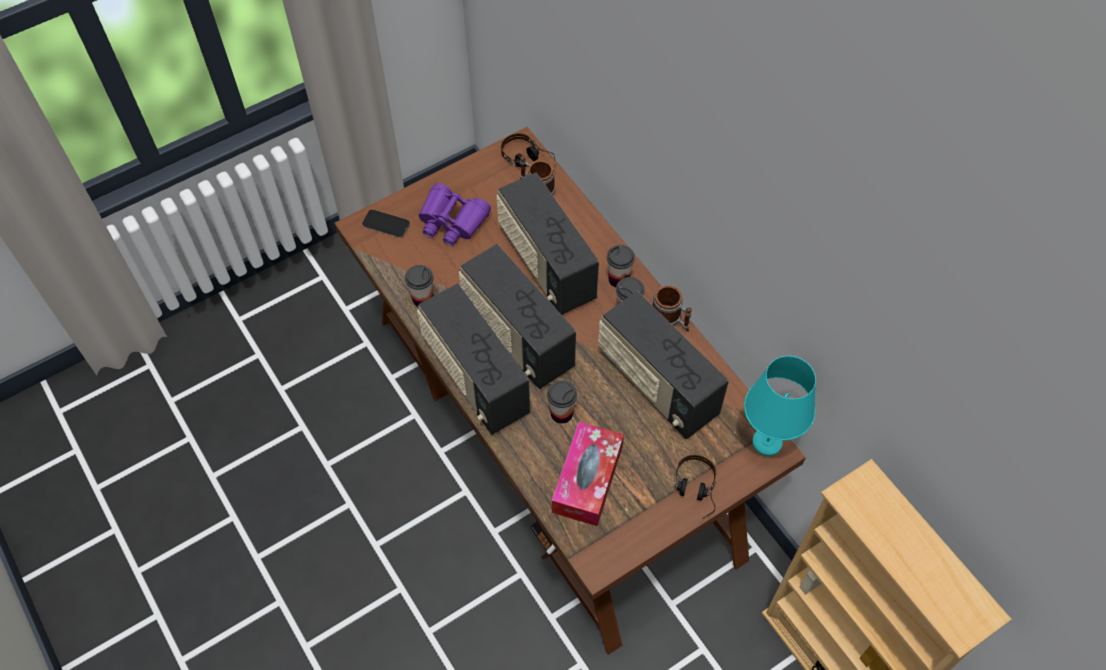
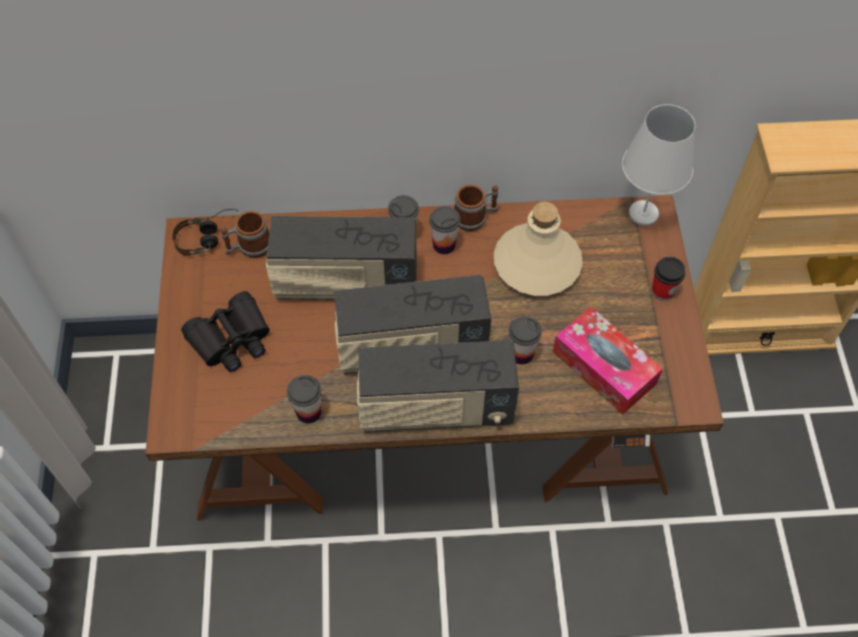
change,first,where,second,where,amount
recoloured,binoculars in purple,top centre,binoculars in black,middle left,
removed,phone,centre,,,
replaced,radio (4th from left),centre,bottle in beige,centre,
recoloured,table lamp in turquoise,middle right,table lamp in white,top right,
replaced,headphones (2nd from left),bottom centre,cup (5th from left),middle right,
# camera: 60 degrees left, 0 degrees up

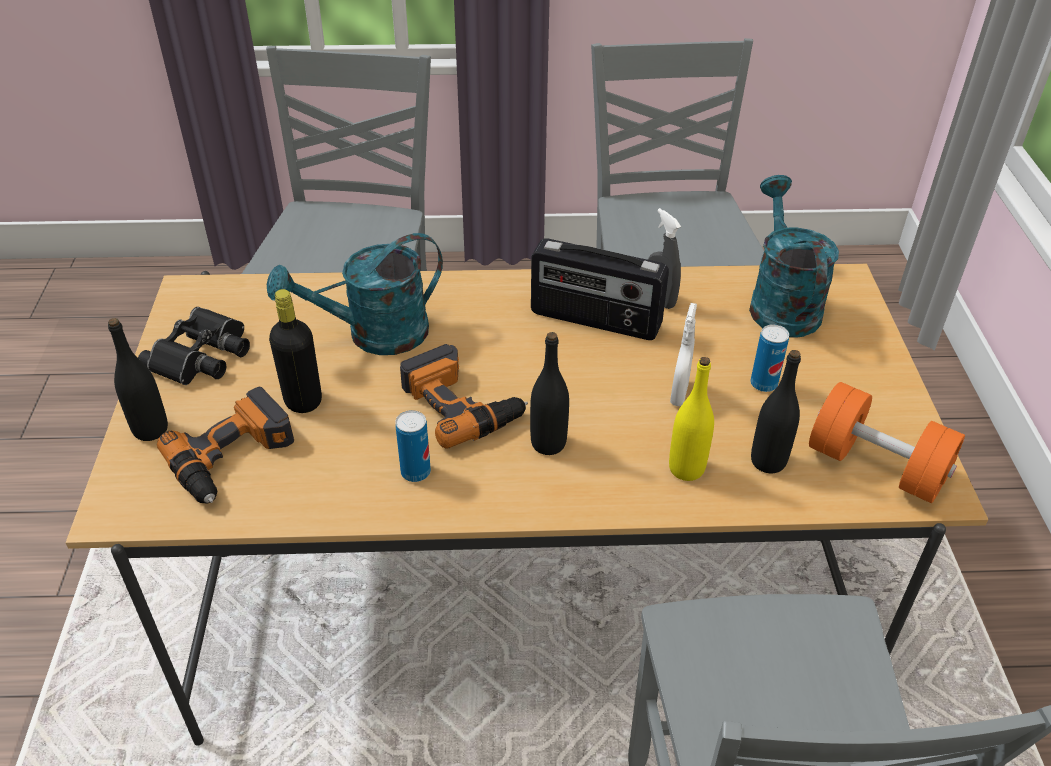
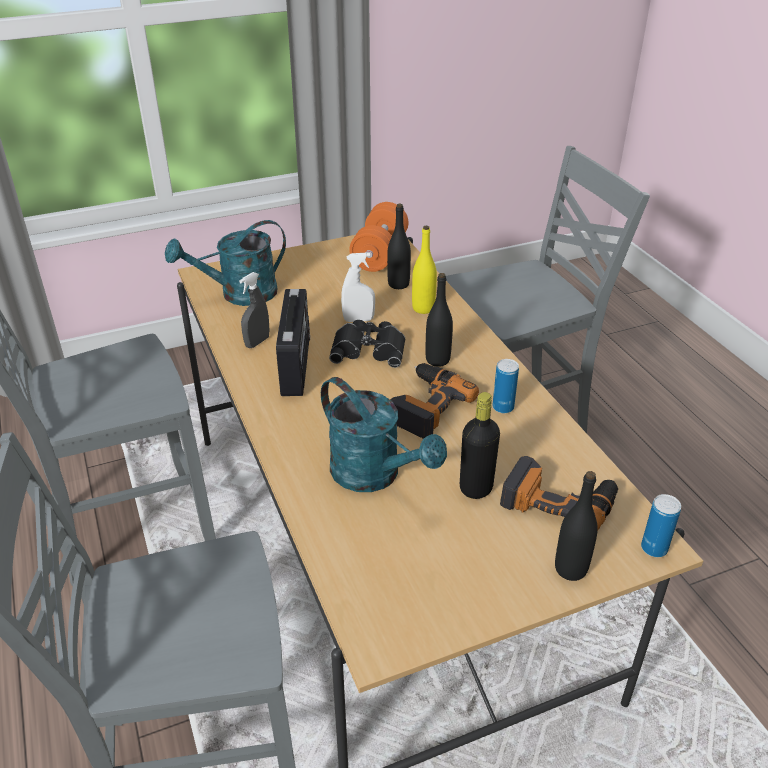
change,first,where,second,where,amount
moved,binoculars in black,middle left,,centre,
moved,can (2nd from left),middle right,,bottom right,
# camera: 110 degrees left, 5 degrees down

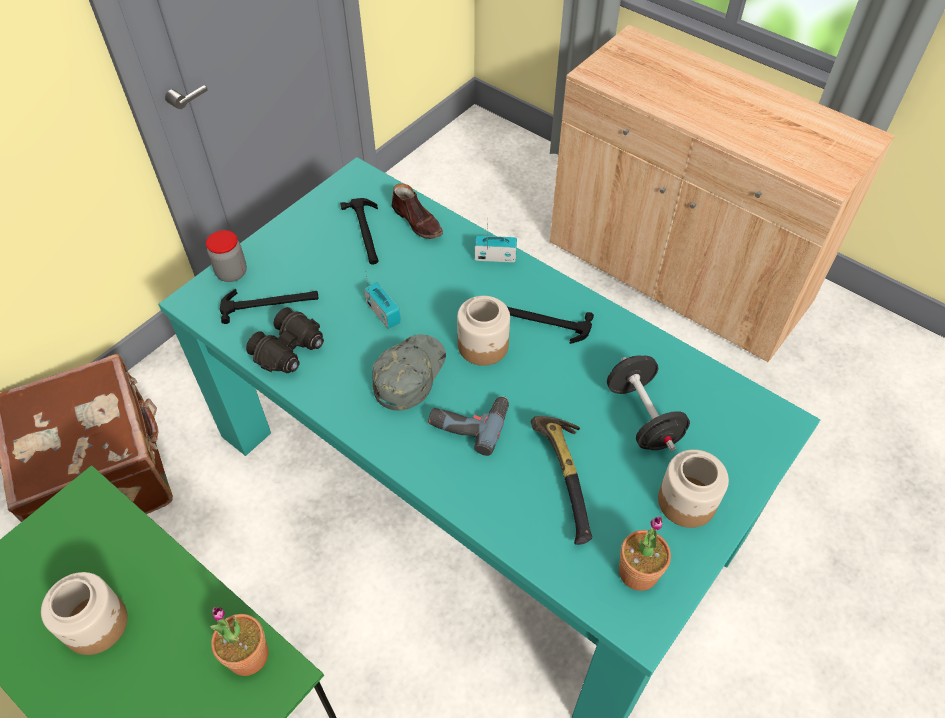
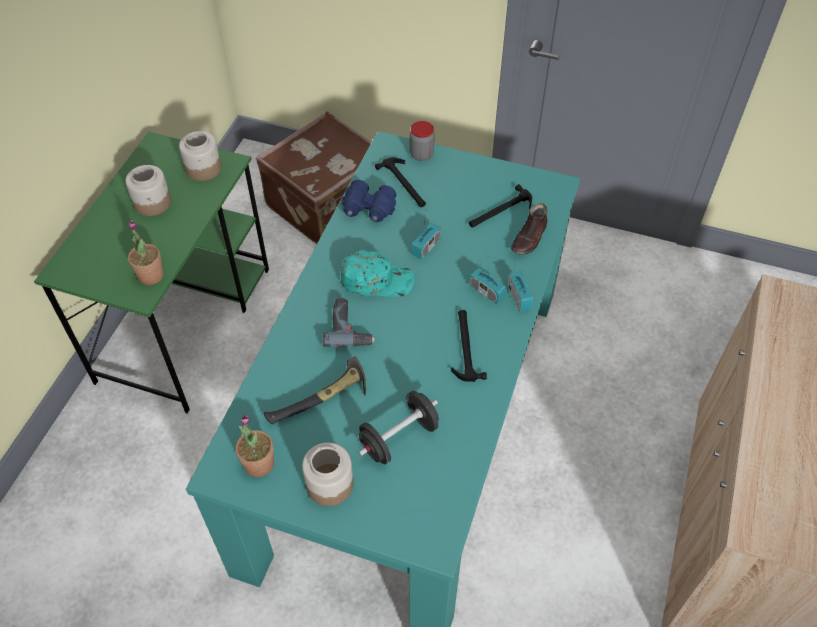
change,first,where,second,where,amount
moved,jar (3rd from left in the first image),centre,jar (2nd from left),top left,
recoloured,binoculars in black,middle left,binoculars in blue,top centre,
recoloured,cap in grey,centre,cap in turquoise,centre,
added,,,radio (2nd from left),centre,
# camera: 70 degrees right, 0 degrees up

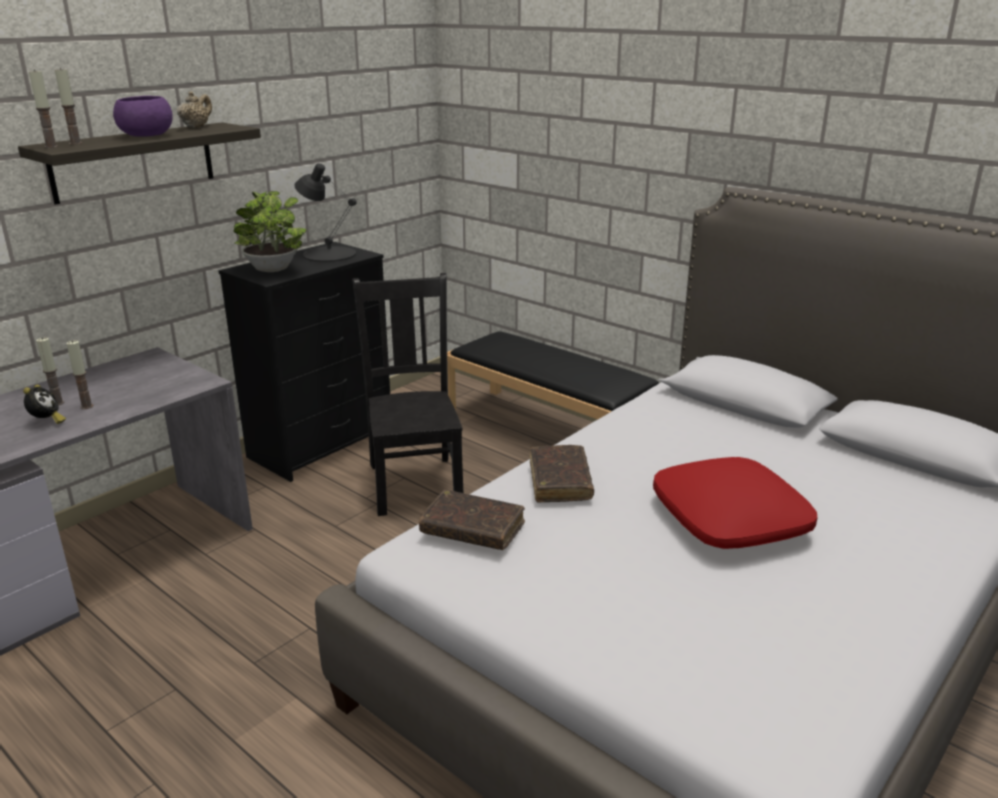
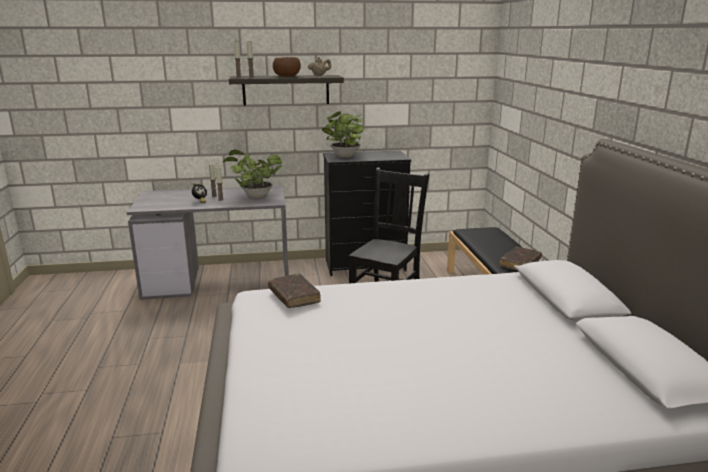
change,first,where,second,where,amount
recoloured,bowl in purple,top left,bowl in brown,top centre,
removed,table lamp in black,top left,,,
moved,book in brown (2nd from left),centre,,middle right,
removed,pillow in red,middle right,,,
added,,,potted plant (1st from left),centre,
# camera: 40 degrees right, 5 degrees down

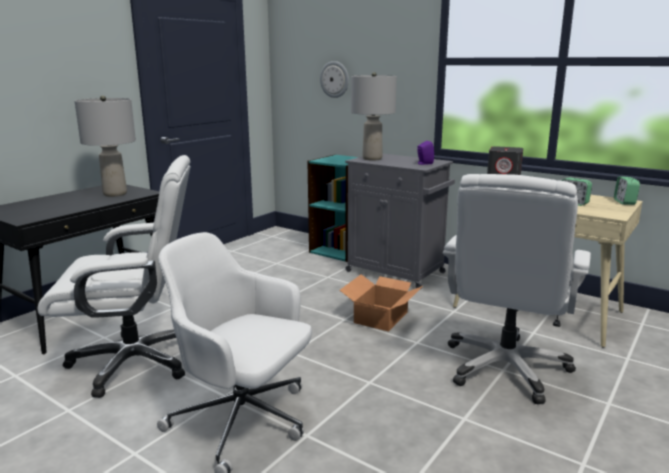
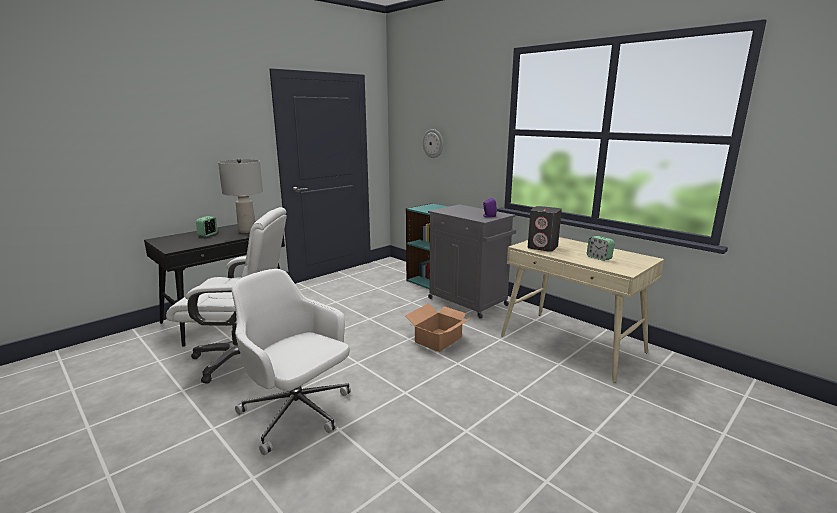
change,first,where,second,where,amount
removed,table lamp in grey (2nd from left),top centre,,,
removed,office chair in white (3rd from left),middle right,,,
moved,alarm clock (2nd from left in the first image),middle right,alarm clock (1st from left),middle left,
# camera: 10 degrees right, 0 degrees up

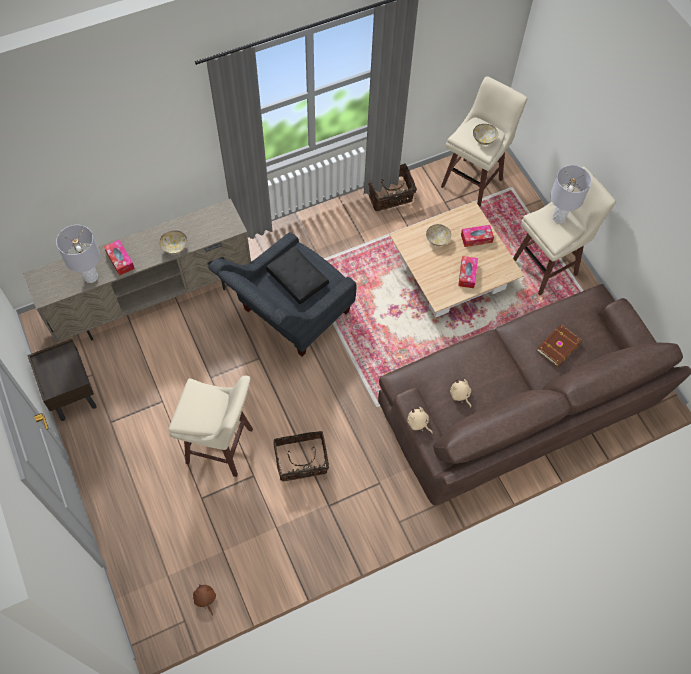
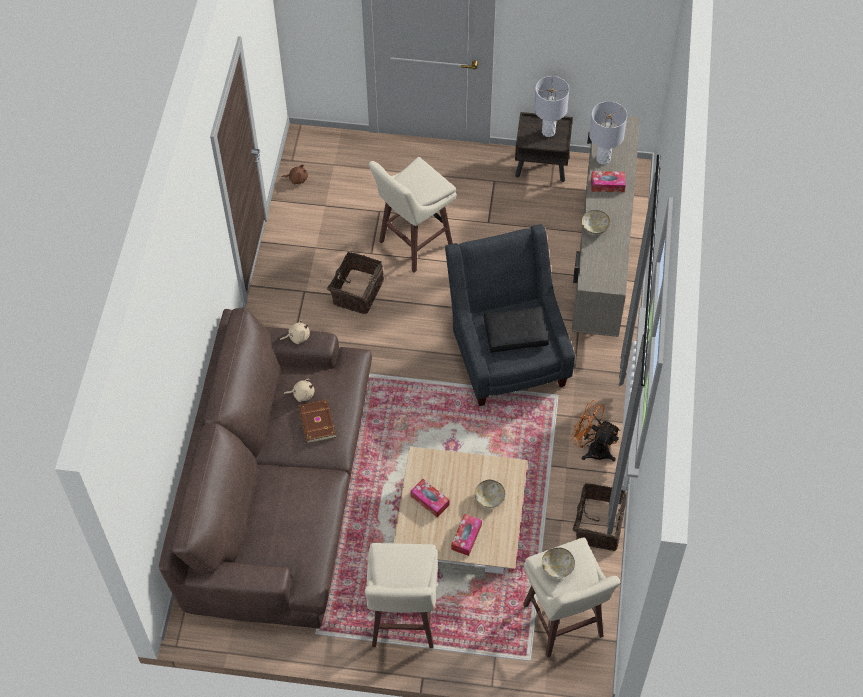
change,first,where,second,where,amount
moved,table lamp in grey (2nd from left in the first image),top right,table lamp in grey (1st from left),top centre,
moved,book in brown,middle right,,centre,
added,,,fan in orange,middle right,
# camera: 125 degrees right, 5 degrees down

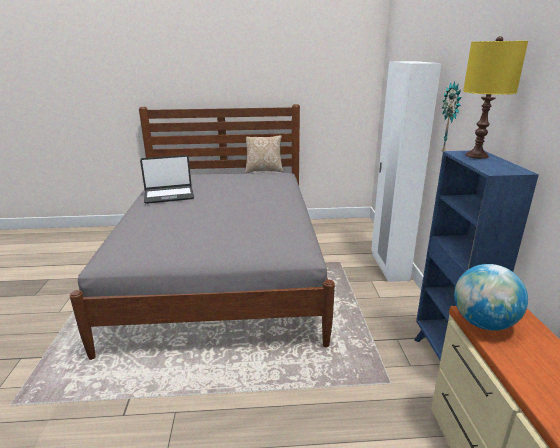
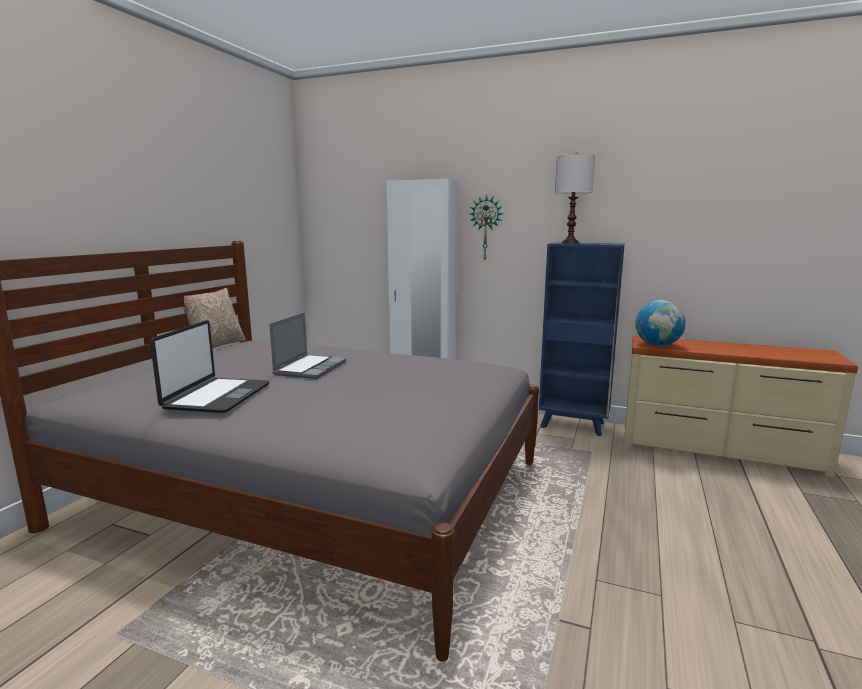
change,first,where,second,where,amount
recoloured,table lamp in yellow,top right,table lamp in white,top right,
added,,,laptop (2nd from left),centre,
# camera: 65 degrees left, 10 degrees down

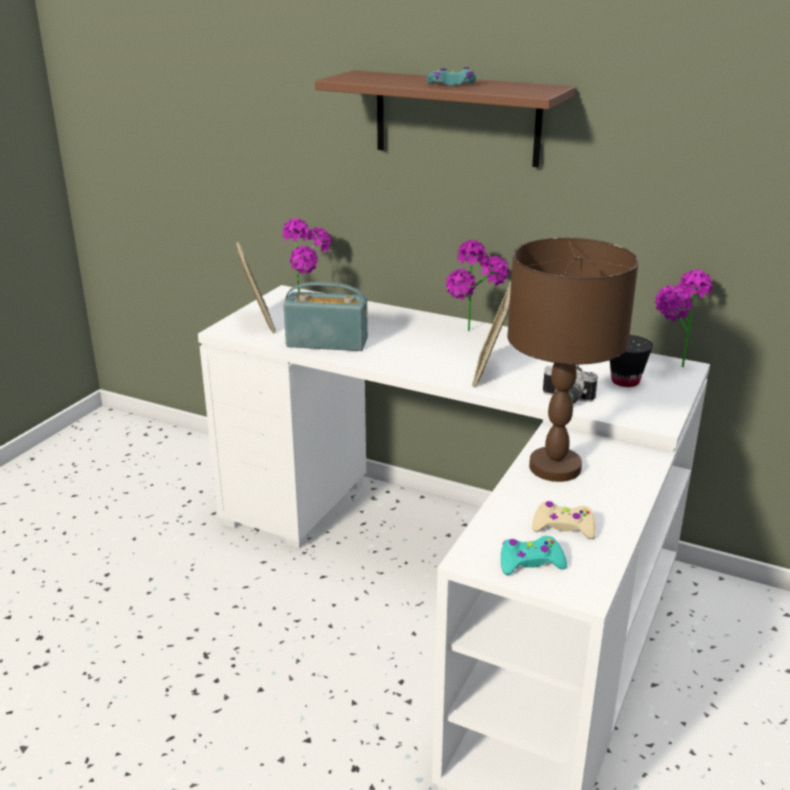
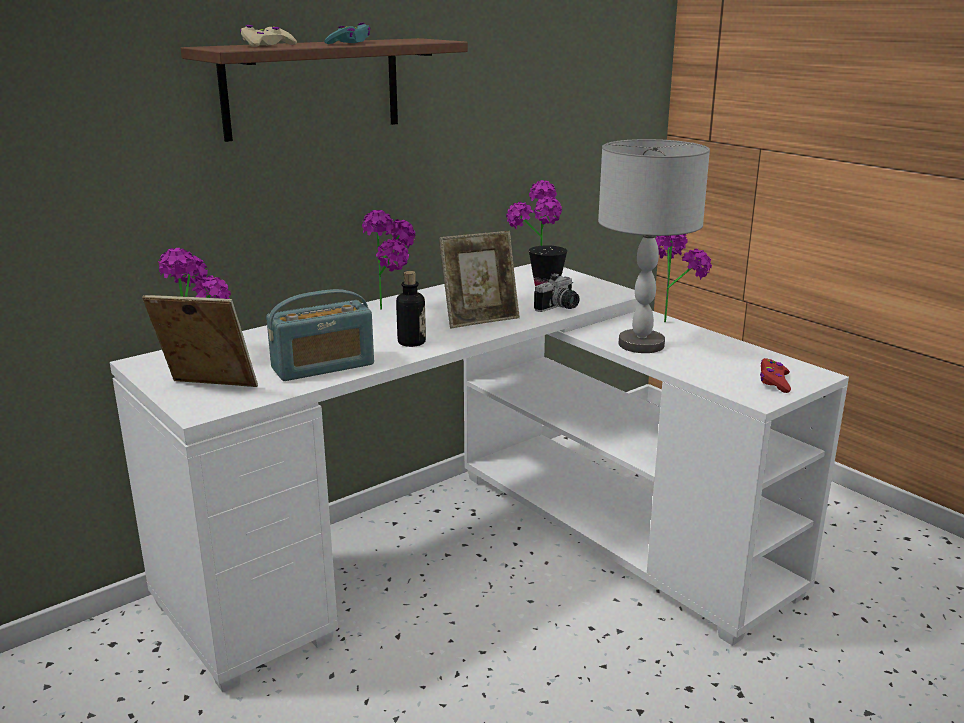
change,first,where,second,where,amount
recoloured,table lamp in brown,middle right,table lamp in grey,middle right,
turned,radio,centre,,middle left,150 degrees counterclockwise
turned,picture frame (2nd from left),centre,,centre,60 degrees counterclockwise
moved,game controller in beige,middle right,,top left,
recoloured,game controller in turquoise (2nd from left),bottom right,game controller in red,middle right,
added,,,potted plant (4th from left),middle right,
added,,,bottle,centre,
# camera: 65 degrees left, 5 degrees down

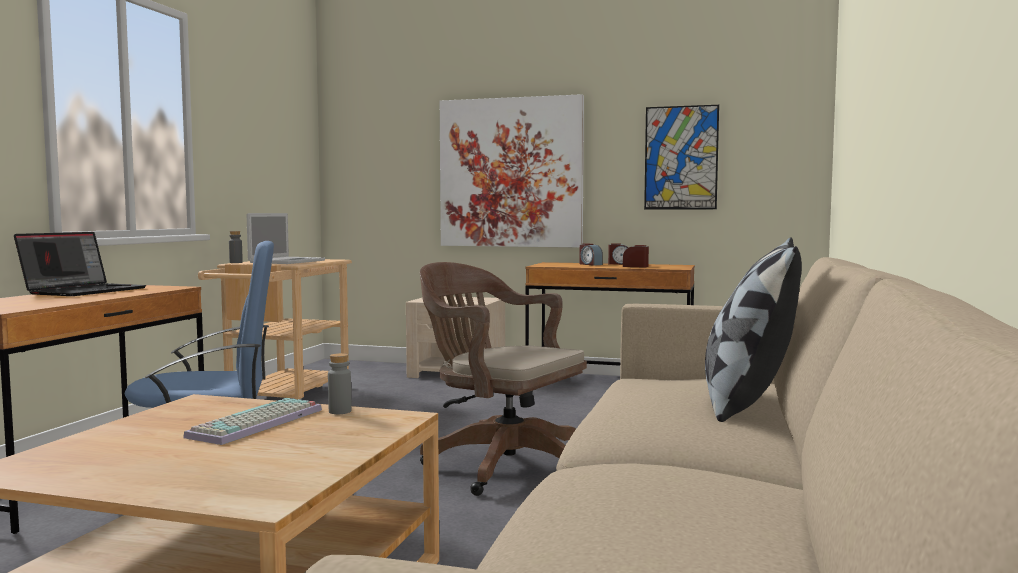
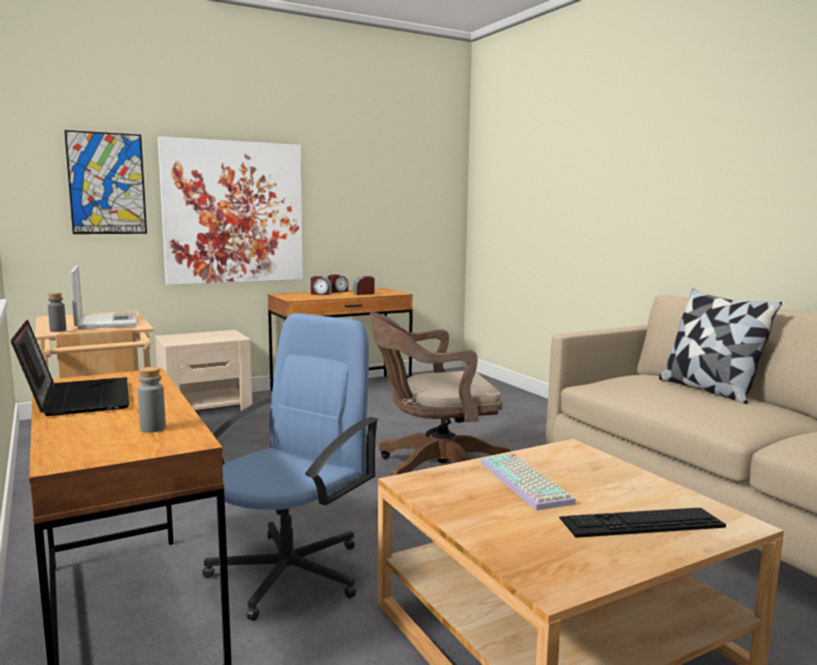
change,first,where,second,where,amount
moved,picture (2nd from left in the first image),top right,picture (1st from left),top left,
moved,bottle in grey (2nd from left),bottom centre,,middle left,
added,,,keyboard (2nd from left),bottom right,
# camera: 45 degrees left, 5 degrees up

